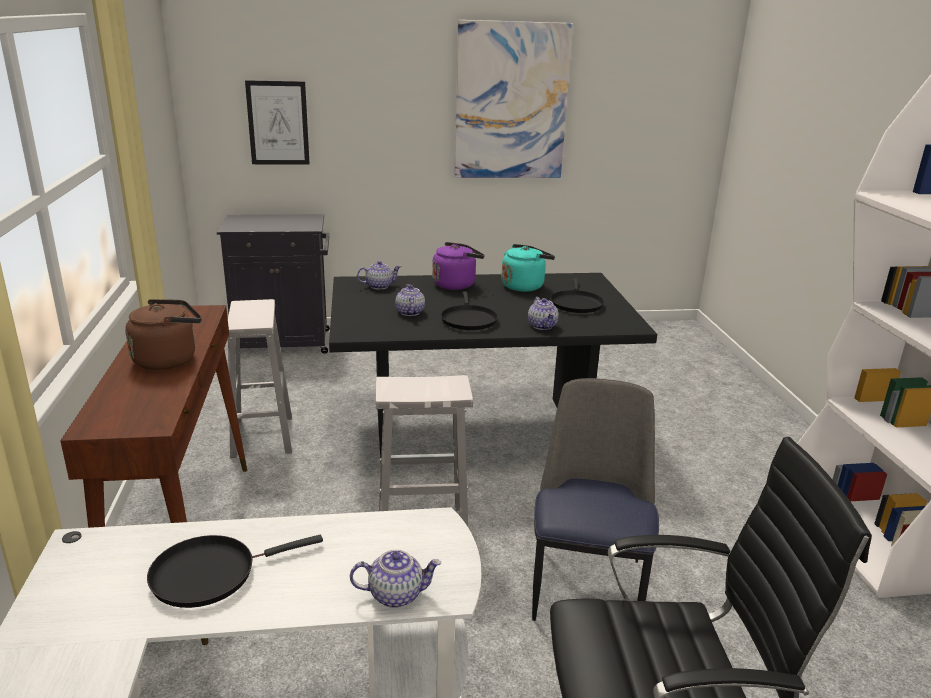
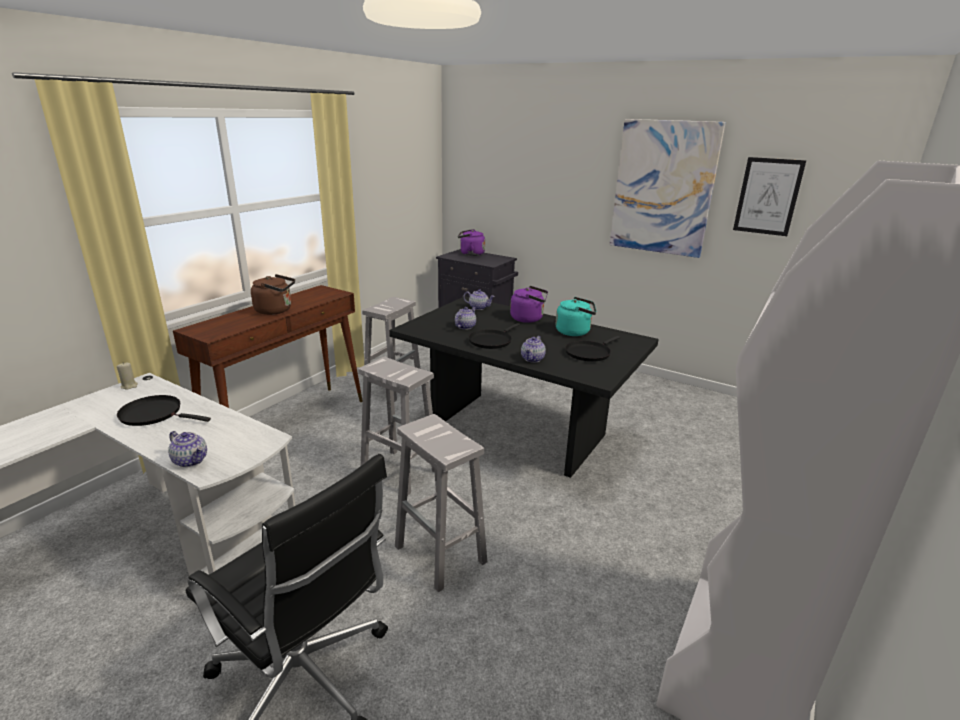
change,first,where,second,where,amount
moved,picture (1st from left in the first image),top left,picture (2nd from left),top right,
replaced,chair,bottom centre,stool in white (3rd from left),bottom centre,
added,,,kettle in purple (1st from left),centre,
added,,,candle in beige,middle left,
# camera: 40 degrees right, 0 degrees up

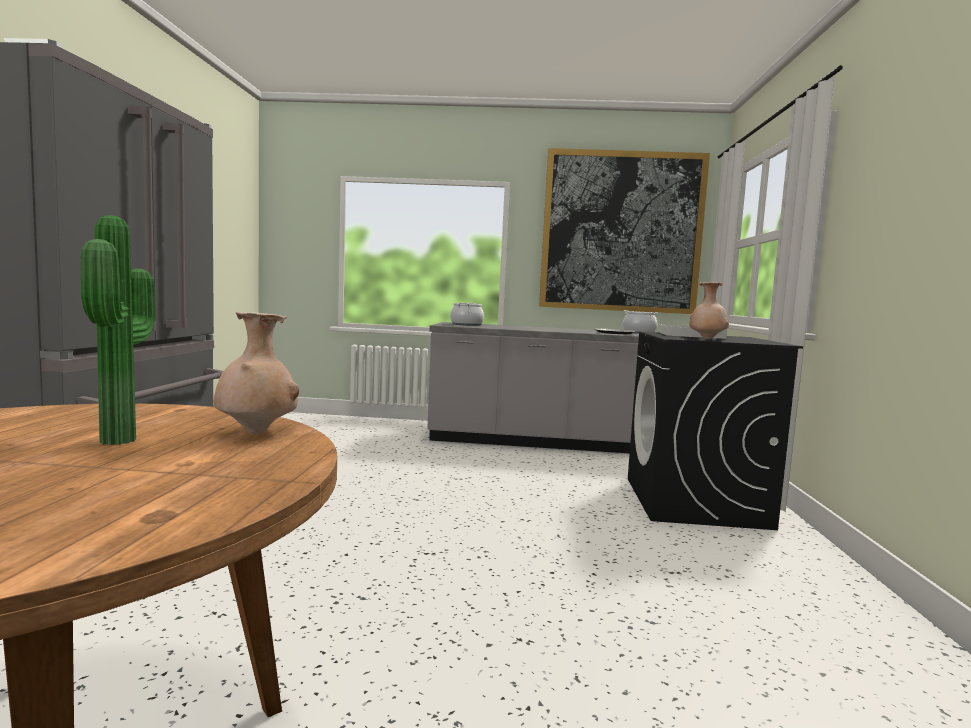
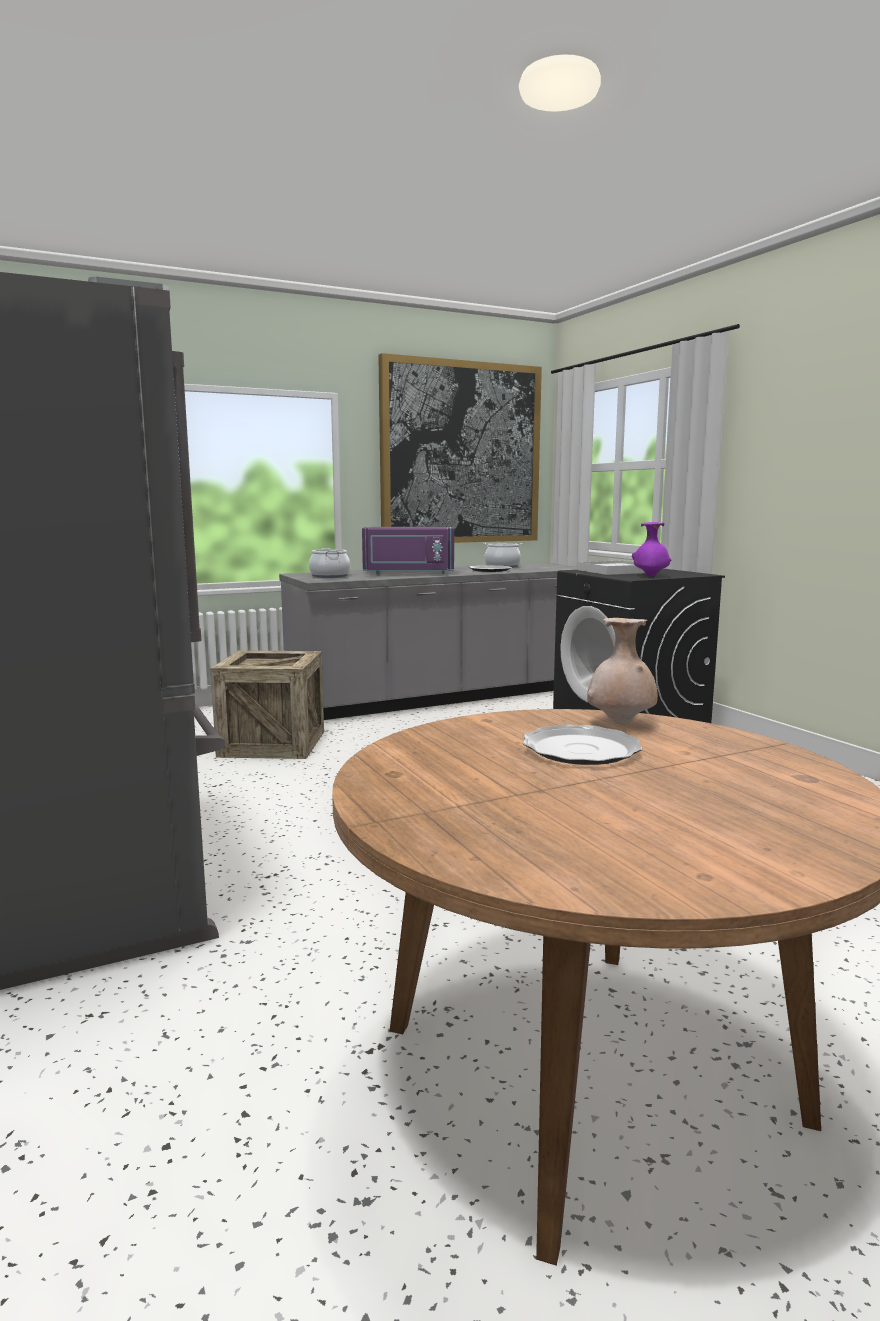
change,first,where,second,where,amount
replaced,potted plant,middle left,plate (2nd from left),centre,
recoloured,vase in beige (2nd from left),middle right,vase in purple,middle right,
added,,,microwave in purple,centre,
added,,,crate,middle left,
# camera: 30 degrees left, 5 degrees up

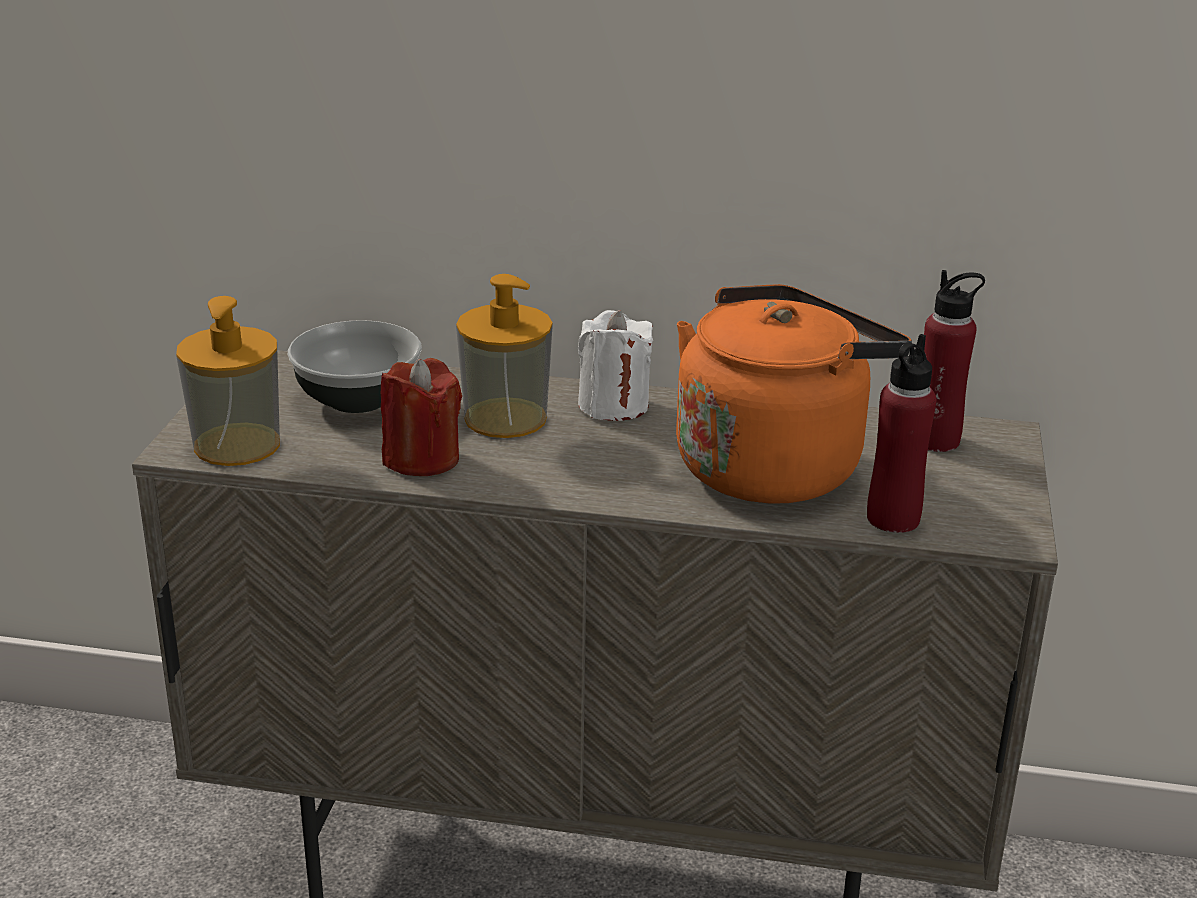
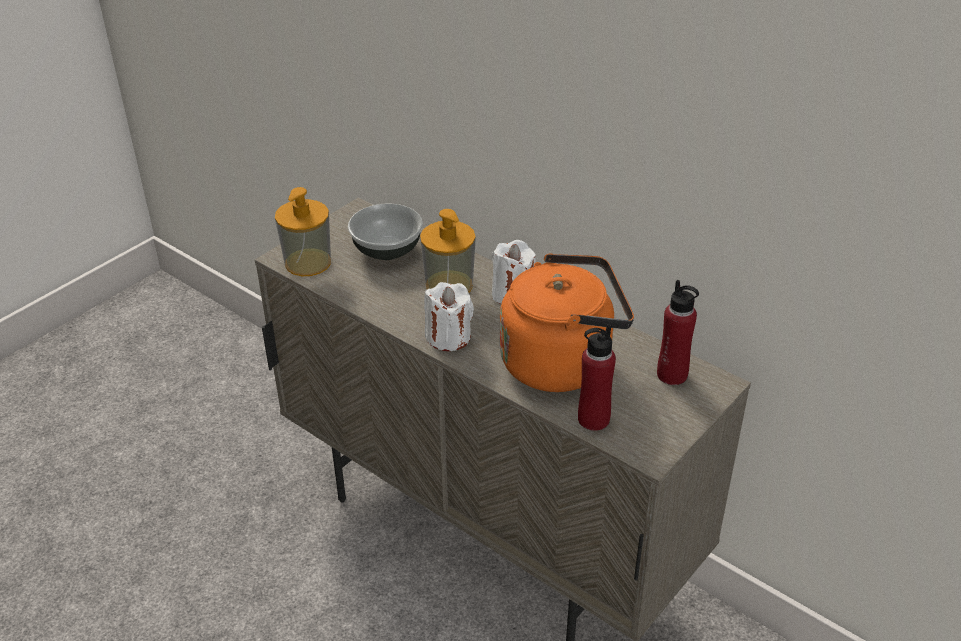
change,first,where,second,where,amount
removed,candle in red,centre,,,
added,,,candle in white (1st from left),centre,
# camera: 30 degrees right, 10 degrees up

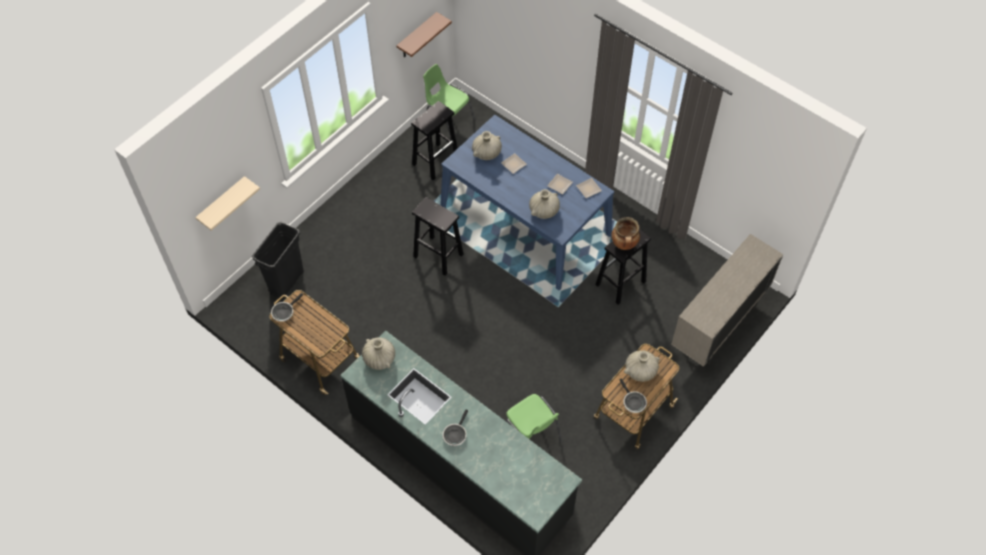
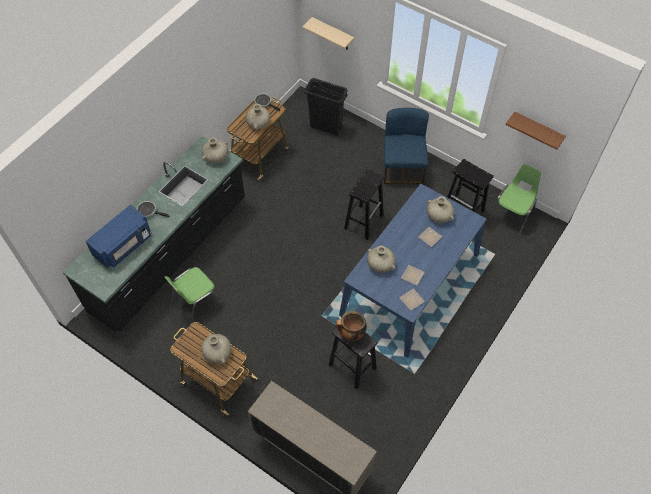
change,first,where,second,where,amount
removed,frying pan (3rd from left),bottom centre,,,
added,,,vase in beige (3rd from left),top centre,
added,,,chair in blue,top centre,
added,,,microwave in blue,middle left,
# camera: 85 degrees right, 0 degrees up

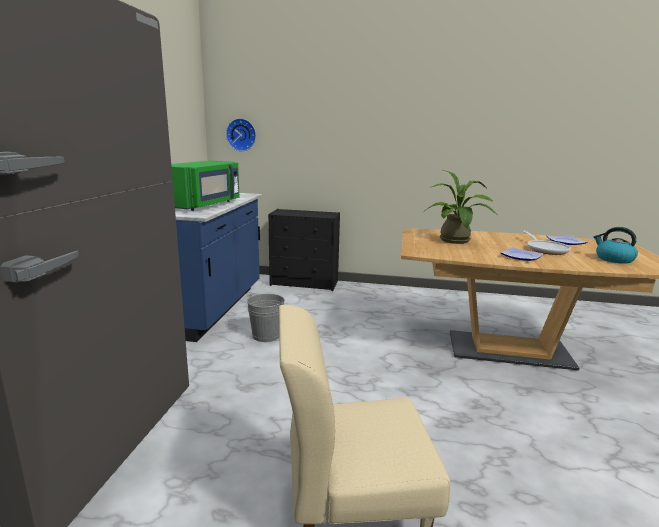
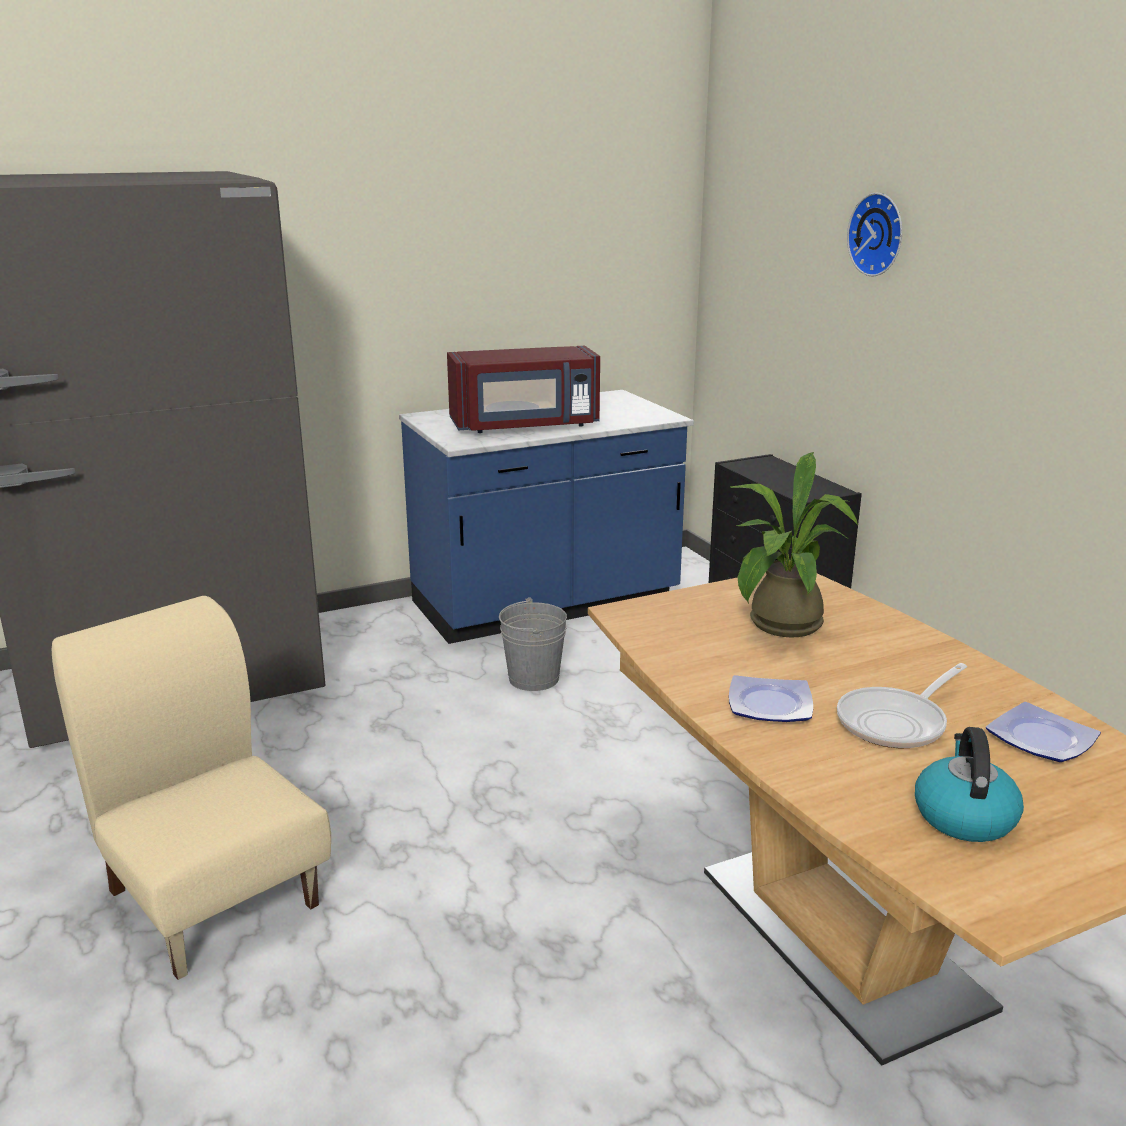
change,first,where,second,where,amount
moved,wall clock,top centre,,top right,
recoloured,microwave in green,middle left,microwave in red,centre,
# camera: 55 degrees right, 5 degrees up

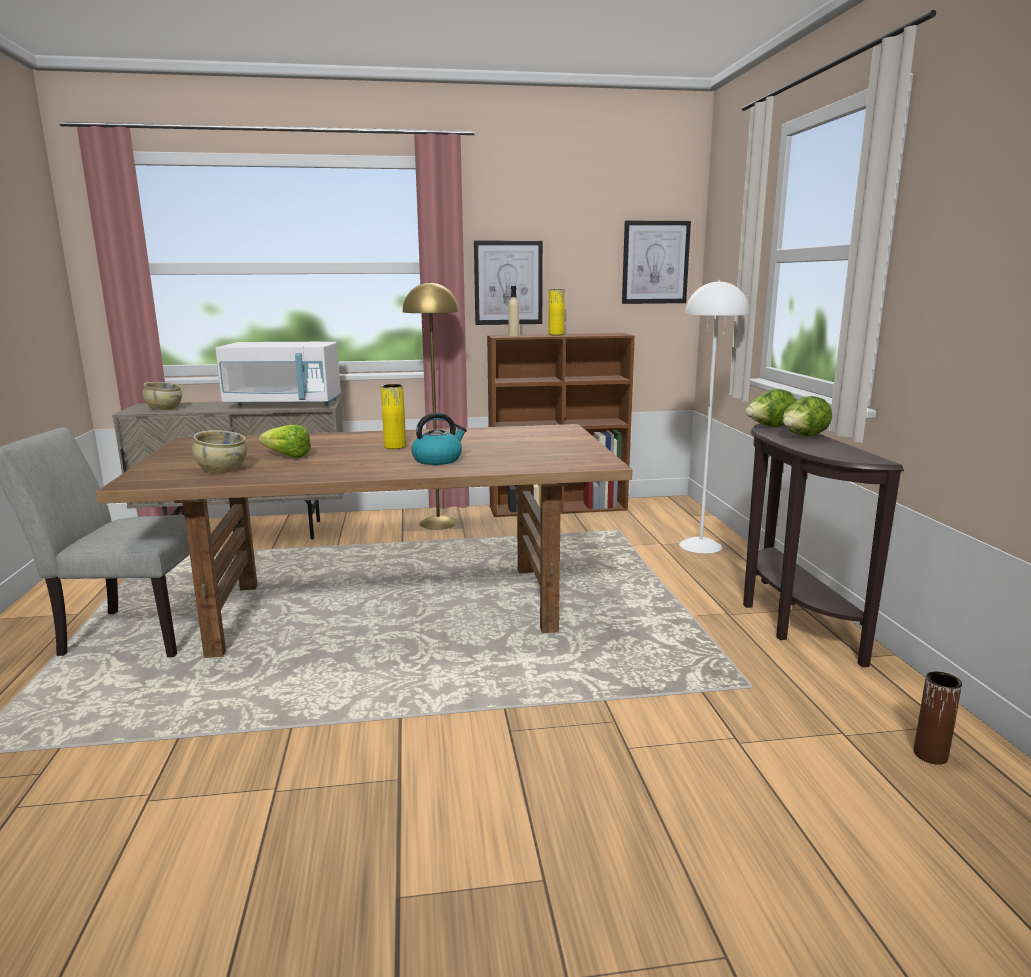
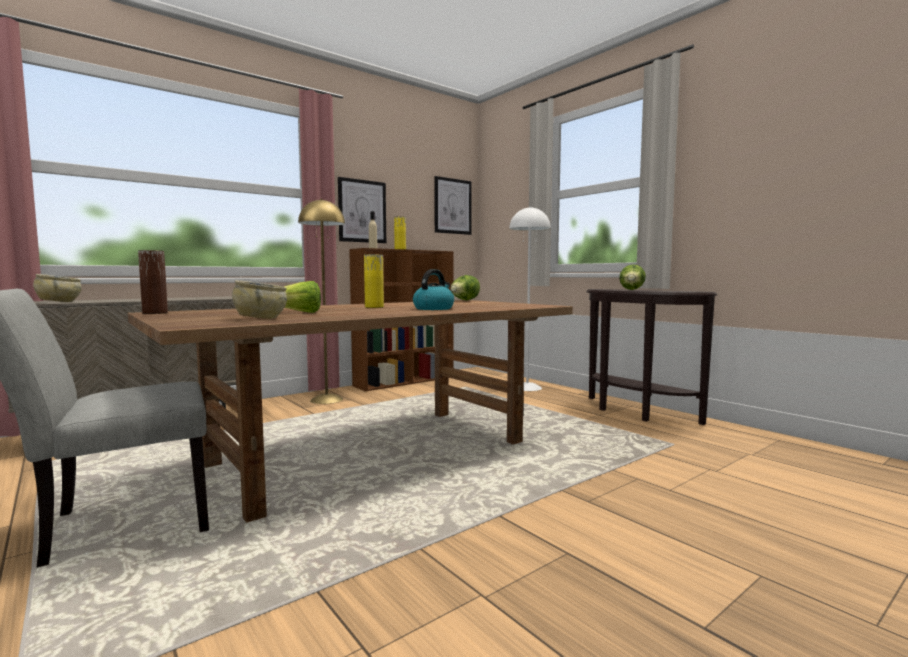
change,first,where,second,where,amount
removed,microwave in white,middle left,,,
moved,lettuce (2nd from left),middle right,,centre,
moved,vase in brown,bottom right,,middle left,
# camera: 30 degrees left, 10 degrees down

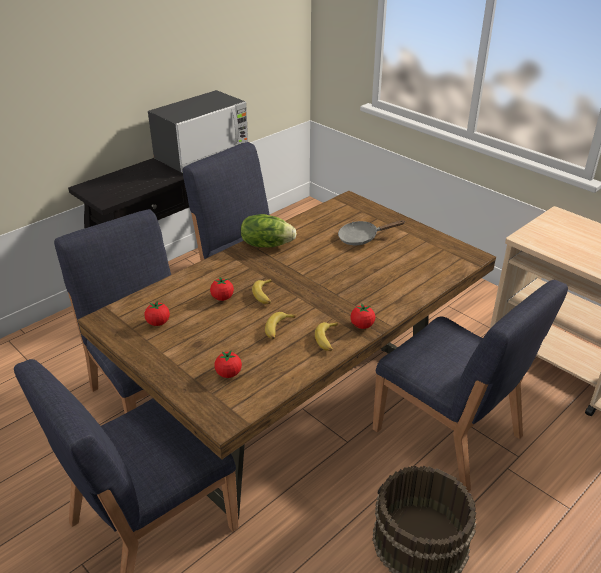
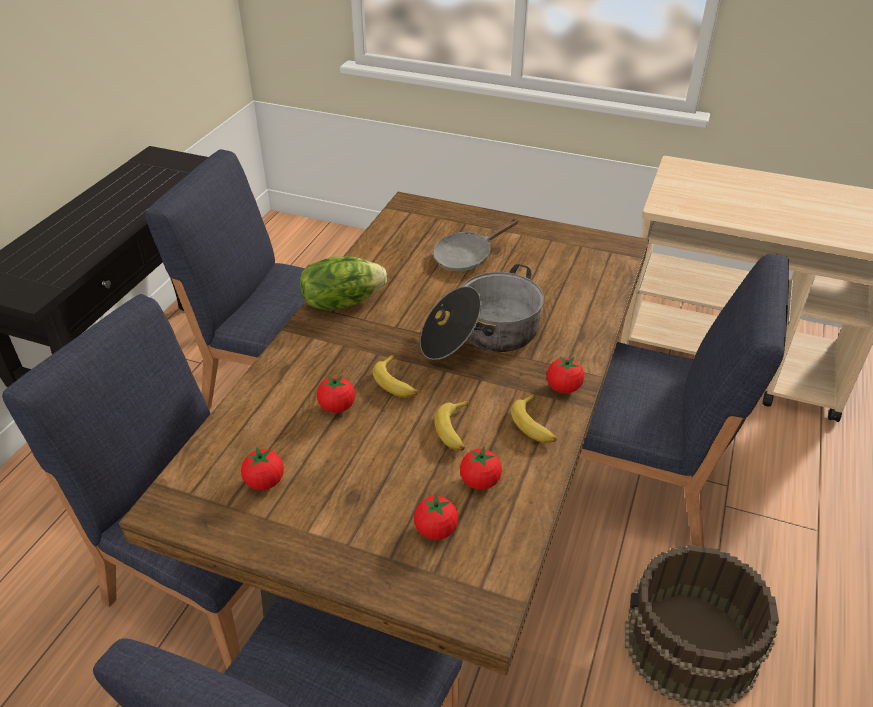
change,first,where,second,where,amount
removed,microwave,top left,,,
added,,,cooking pot,centre,
added,,,tomato (4th from left),centre,
# camera: 25 degrees left, 5 degrees up

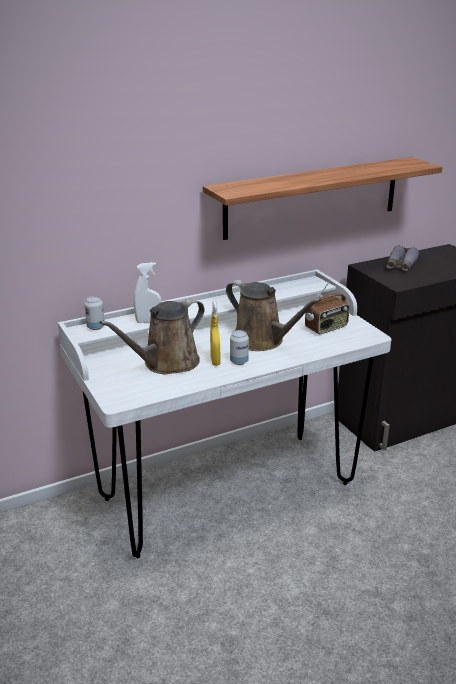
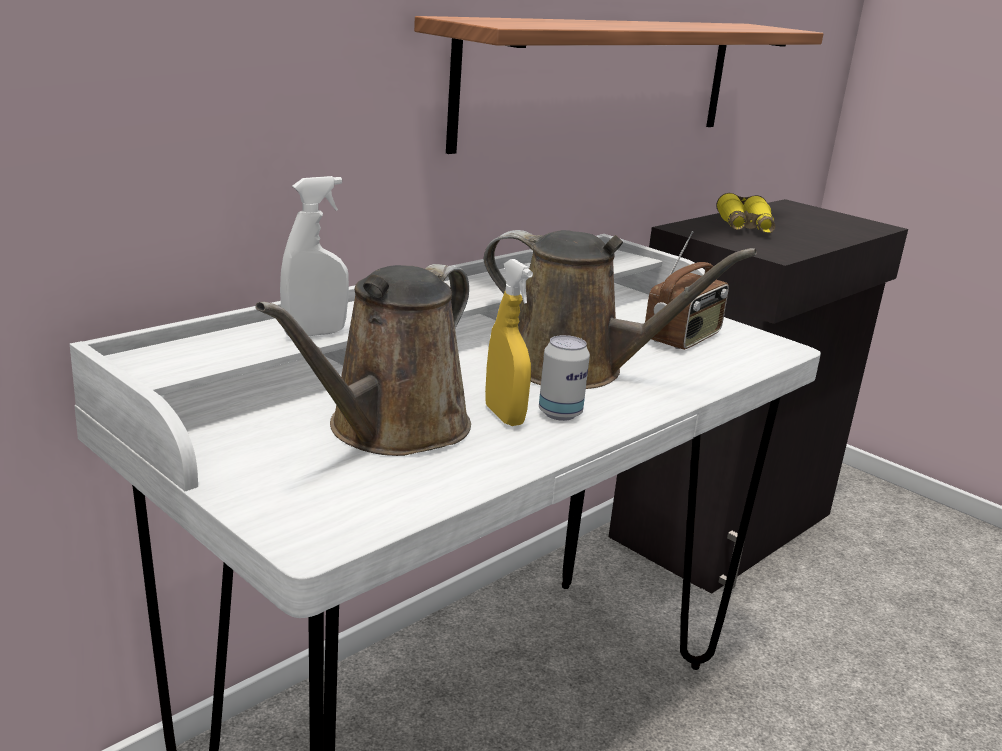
change,first,where,second,where,amount
recoloured,binoculars in grey,middle right,binoculars in yellow,top right,
removed,can (1st from left),middle left,,,
# camera: 20 degrees left, 5 degrees down

